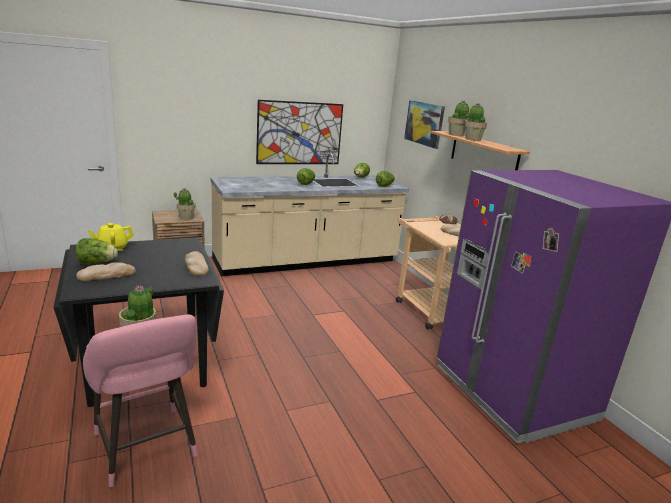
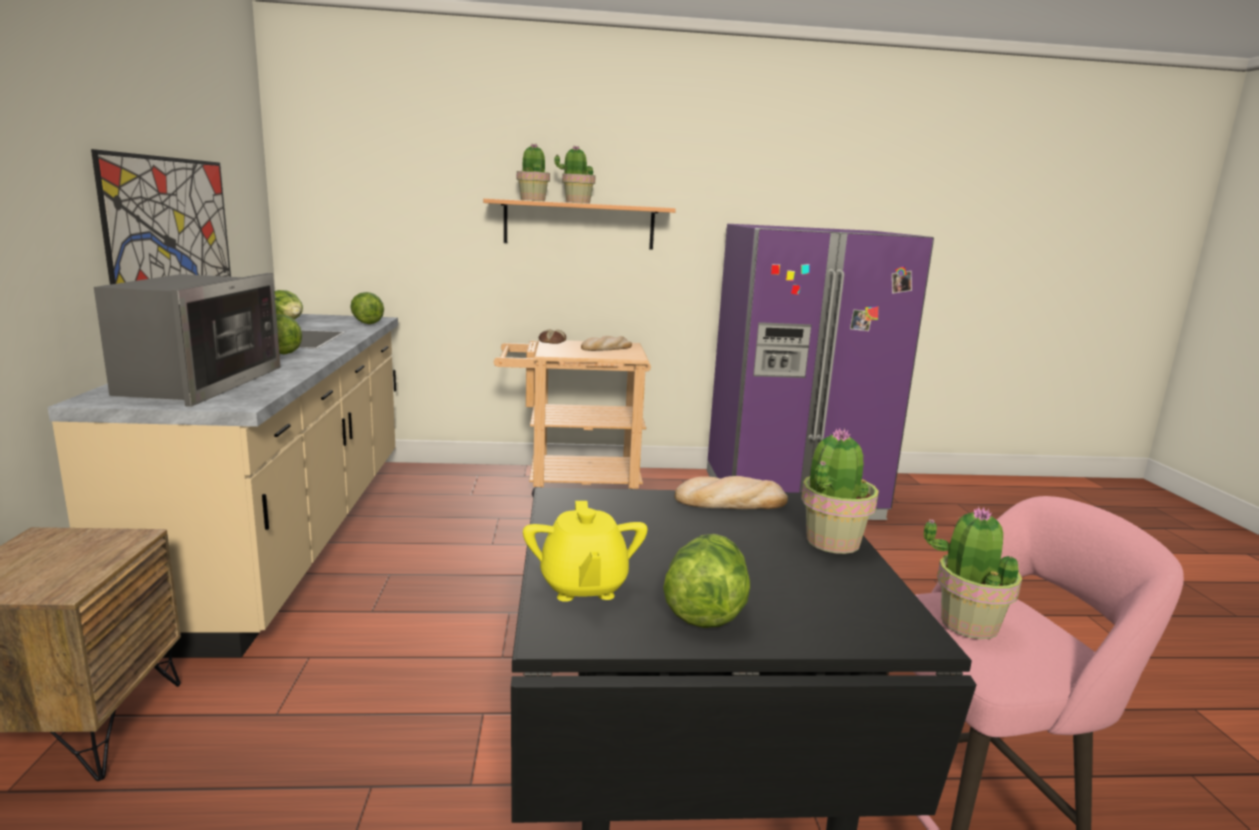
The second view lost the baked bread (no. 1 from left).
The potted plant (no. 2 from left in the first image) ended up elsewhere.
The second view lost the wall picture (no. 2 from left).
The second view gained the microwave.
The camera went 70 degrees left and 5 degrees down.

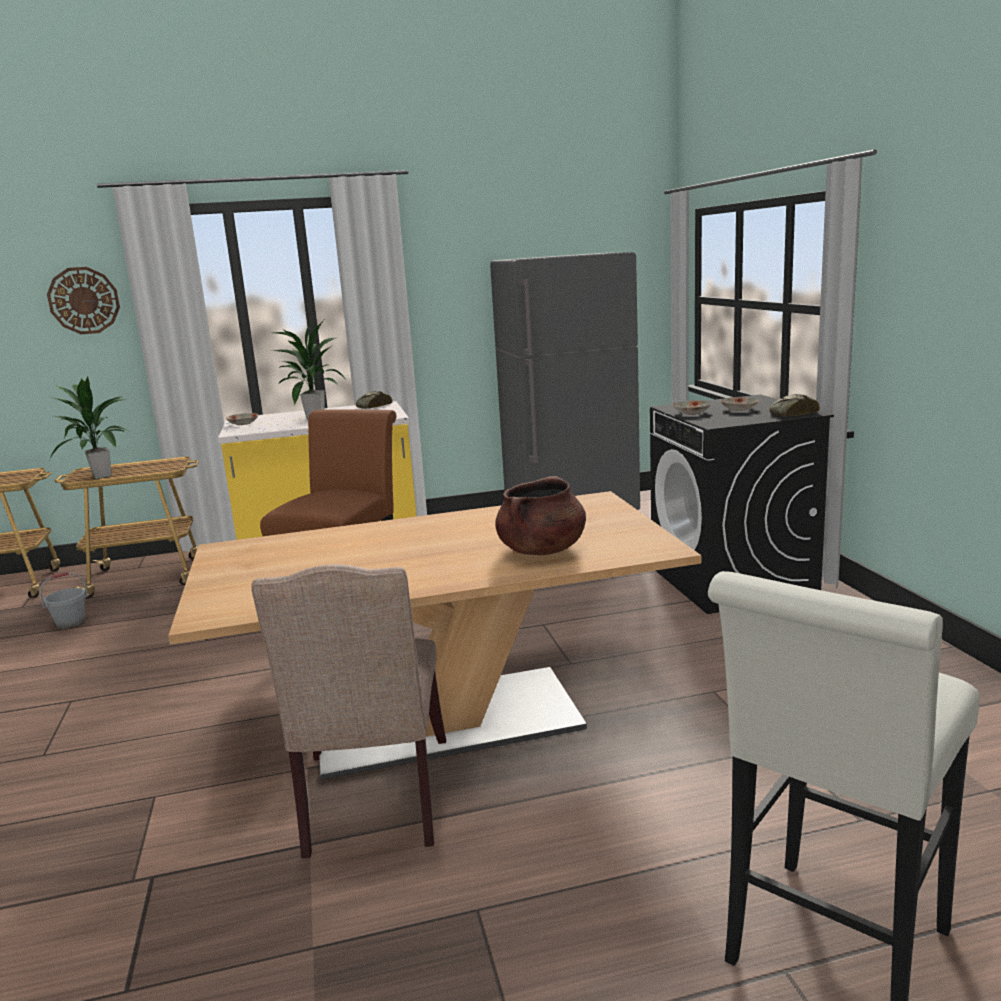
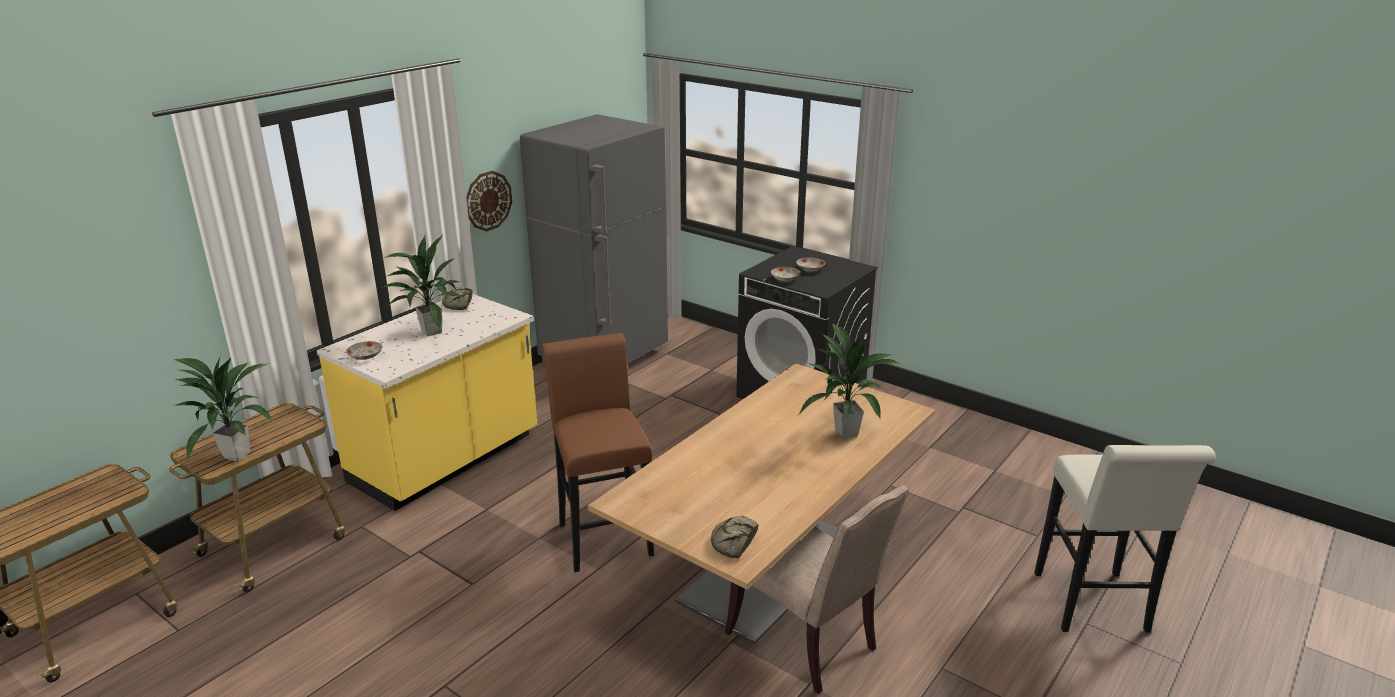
The second view lost the pail (gray).
The clock on the wall ended up elsewhere.
Where the saucepot (brownish) stood, the potted plant (no. 3 from left) came to stand.
The baked bread (no. 2 from left) ended up elsewhere.
The camera went 40 degrees left and 10 degrees up.

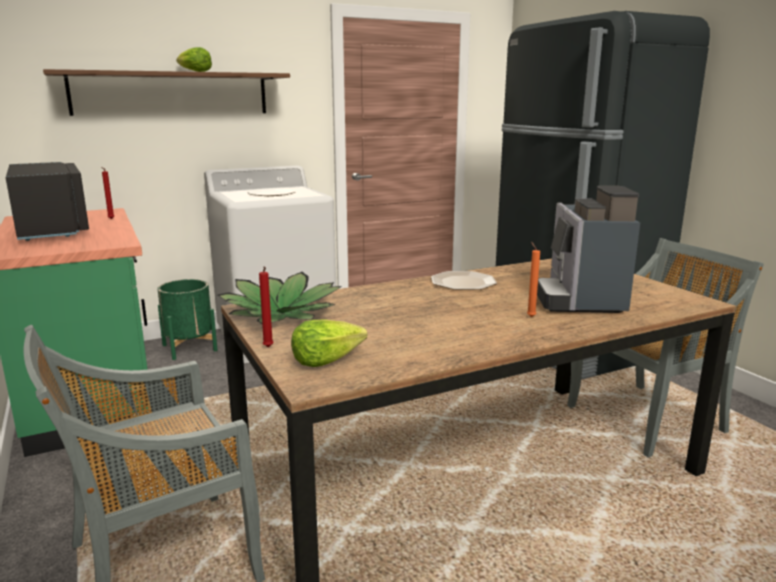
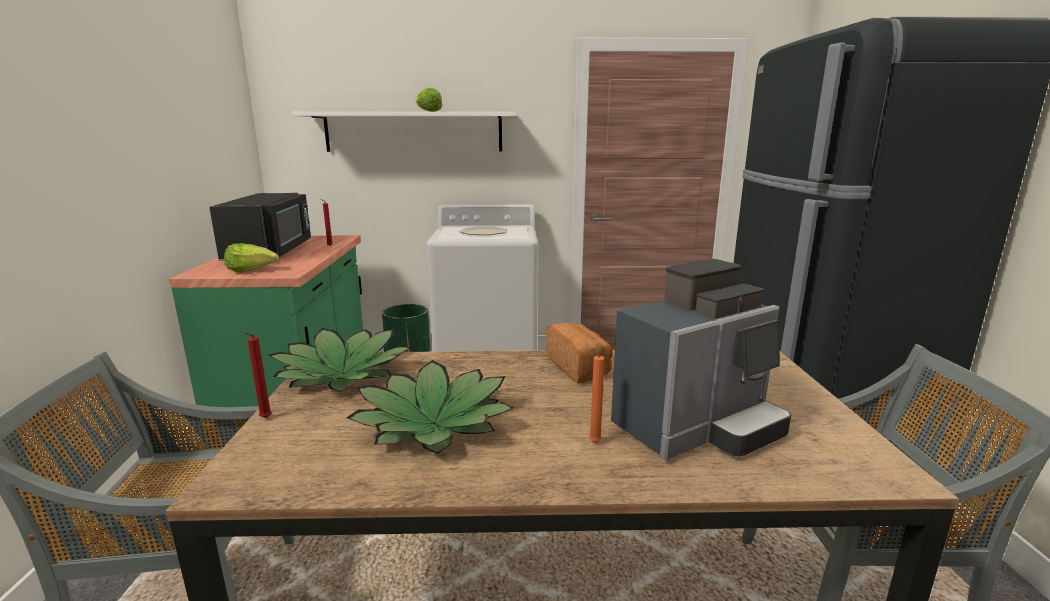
What was the shelf (brownish) turned into the shelf (white).
The head of lettuce (no. 2 from left in the first image) ended up elsewhere.
Where the dinner plate (no. 2 from left) stood, the baked bread came to stand.
The coffee maker ended up facing another way, 150 degrees counterclockwise from before.
The second view gained the potted plant (no. 2 from left).
The camera went 25 degrees right and 0 degrees up.

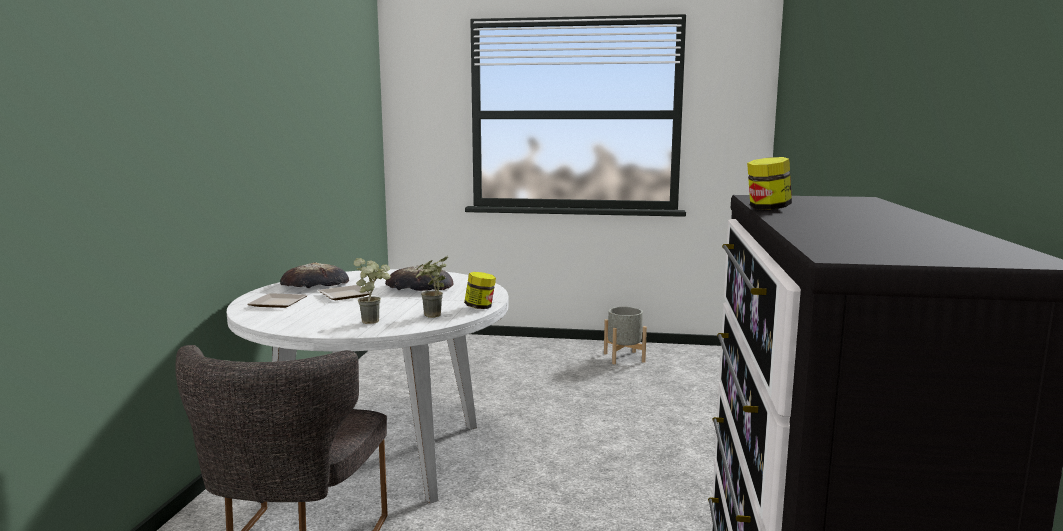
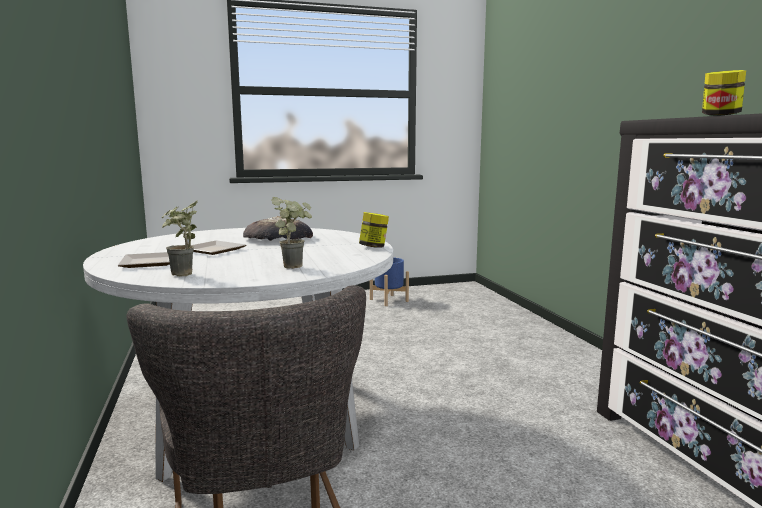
The second view lost the baked bread (no. 1 from left).
The potted plant (no. 2 from left in the first image) ended up elsewhere.
What was the planter (gray) turned into the planter (bluish).
The camera went 25 degrees left and 0 degrees up.

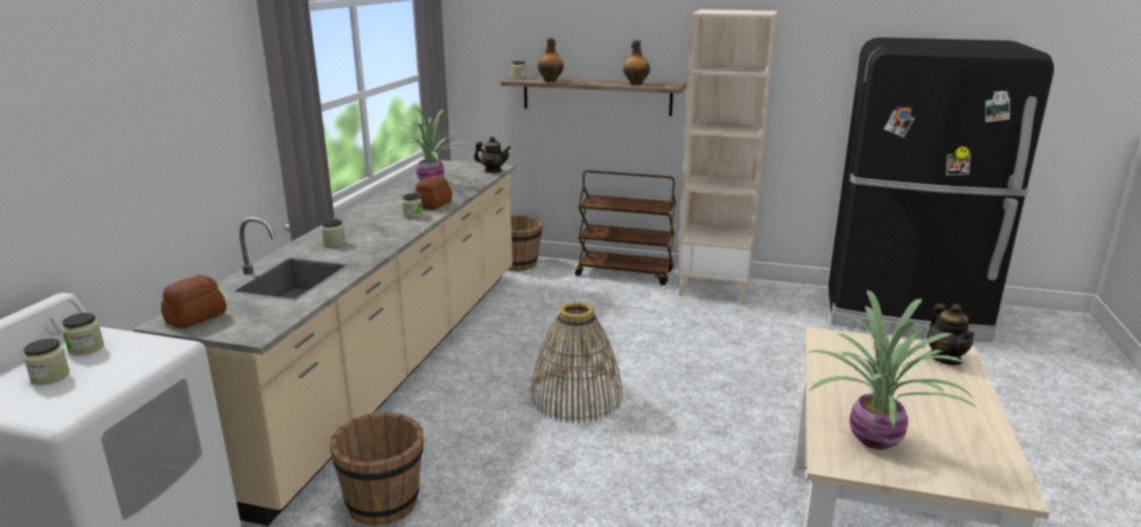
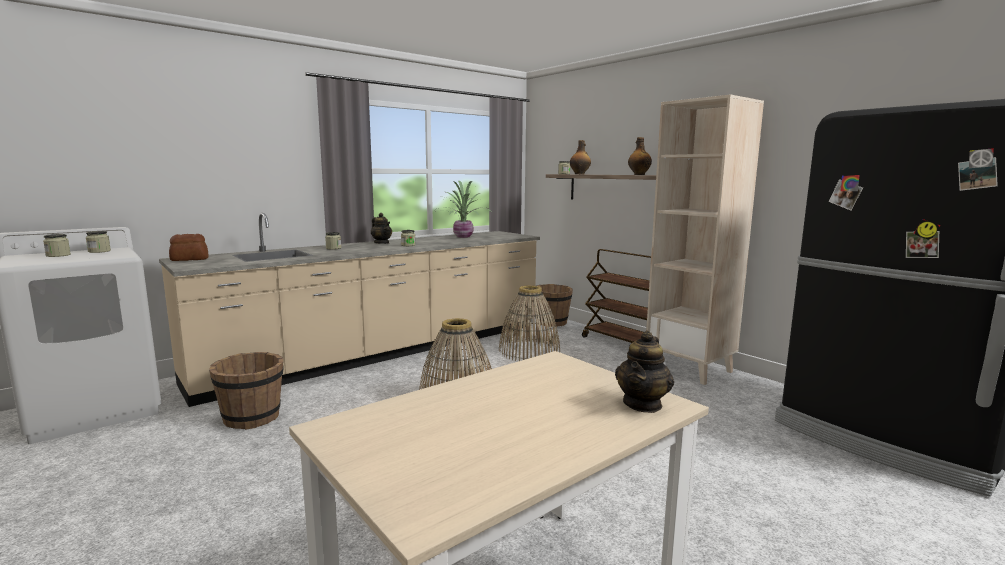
The second view lost the baked bread (no. 2 from left).
The pot for tea (no. 1 from left) ended up elsewhere.
The second view lost the potted plant (no. 2 from left).
The second view gained the household basket (no. 2 from left).
The camera went 35 degrees right and 10 degrees down.

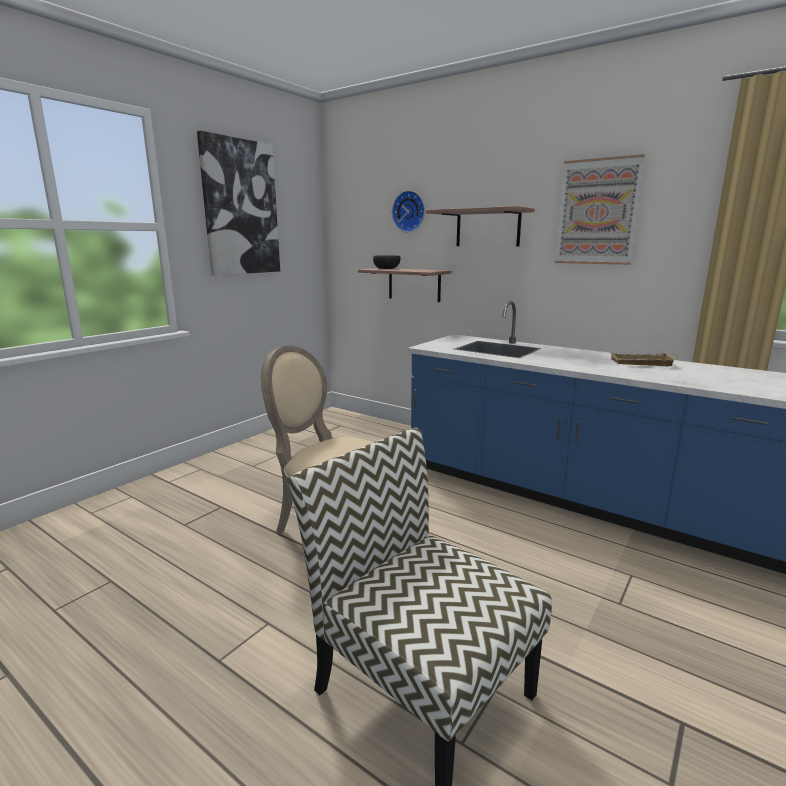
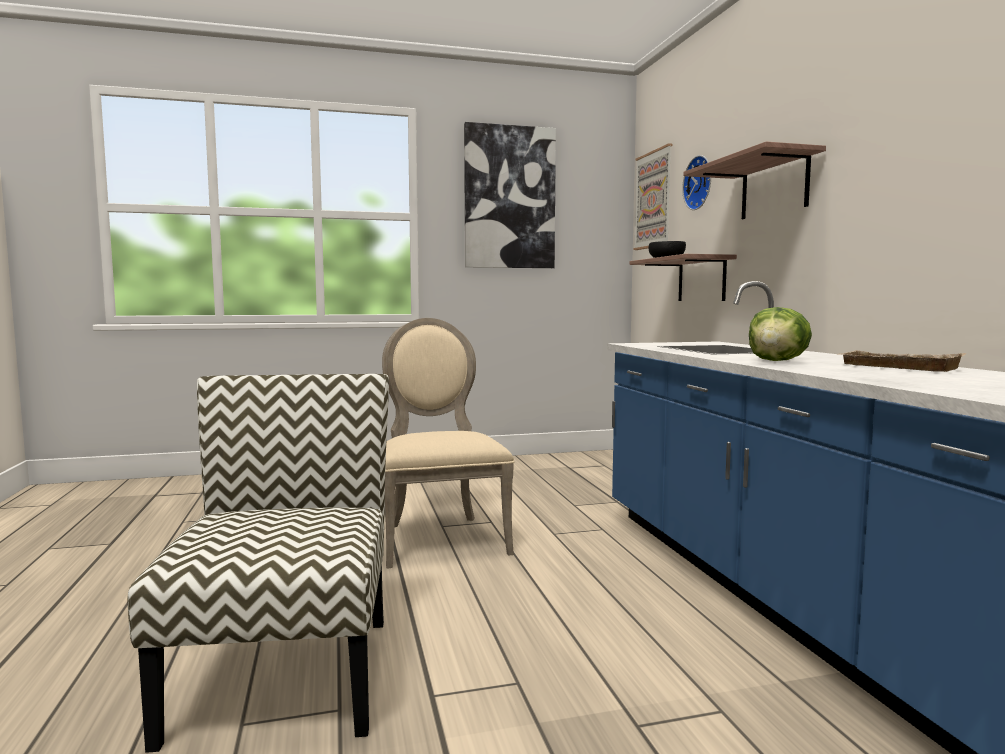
The wall picture (no. 2 from left) ended up elsewhere.
The second view gained the head of lettuce.
The camera went 40 degrees right and 10 degrees down.

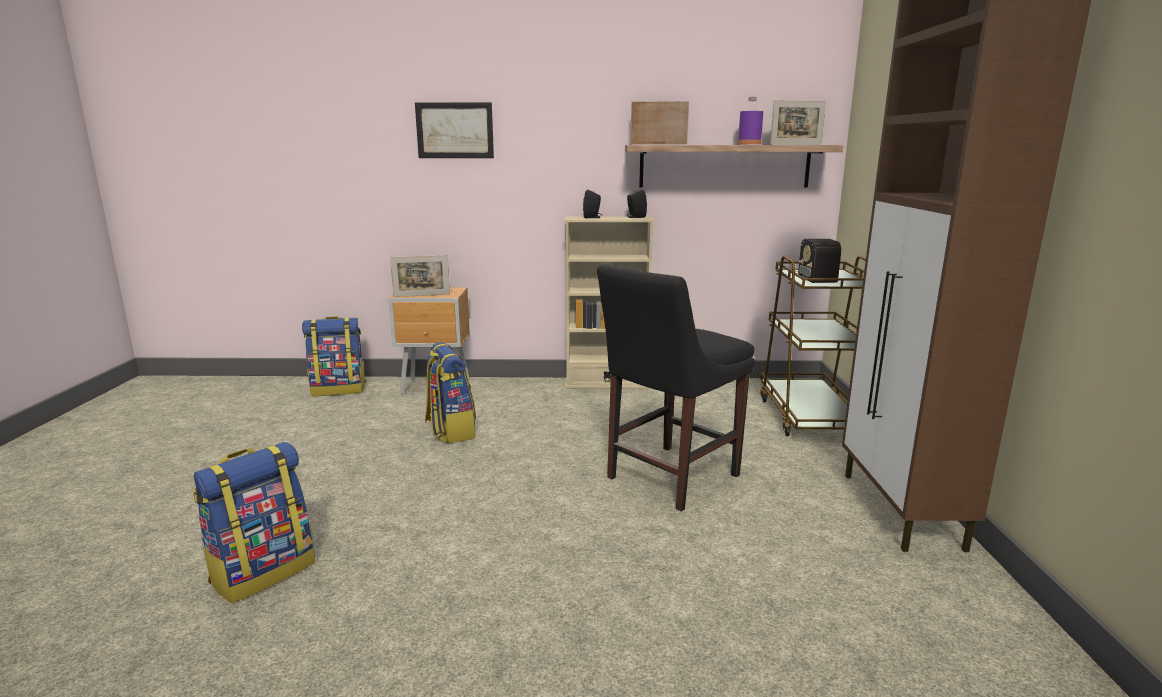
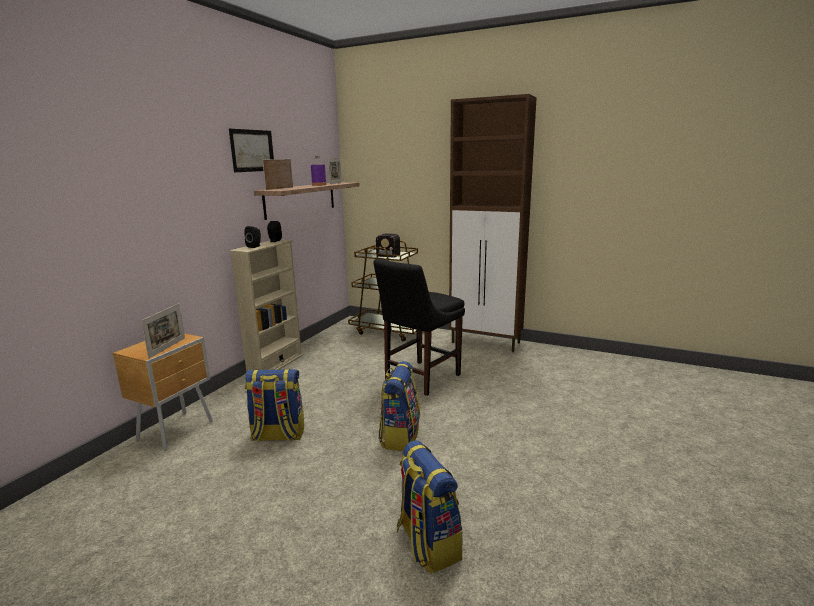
The rucksack (no. 2 from left) ended up elsewhere.
The wall picture ended up elsewhere.
The chair (black) ended up facing another way, 60 degrees clockwise from before.
The camera went 65 degrees left and 0 degrees up.

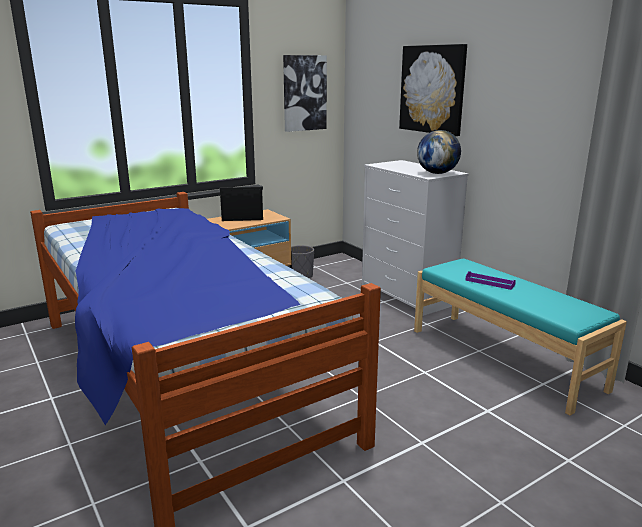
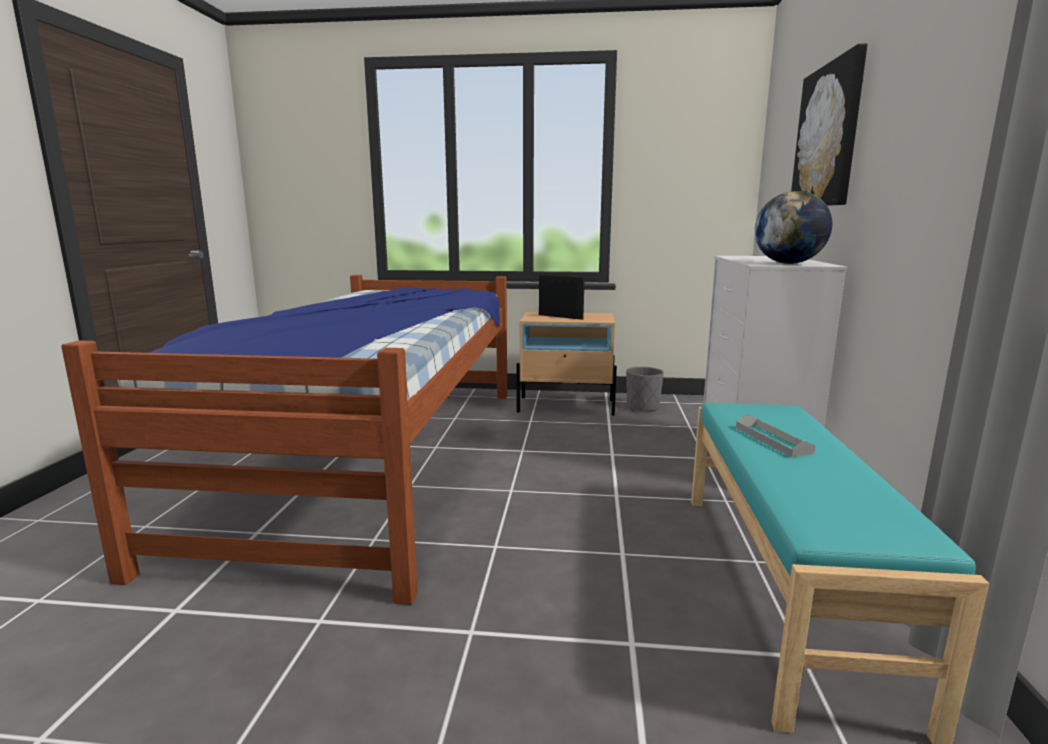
The second view lost the wall picture (no. 1 from left).
What was the serving tray (purple-coloured) turned into the serving tray (gray).
The camera went 40 degrees right and 5 degrees down.

